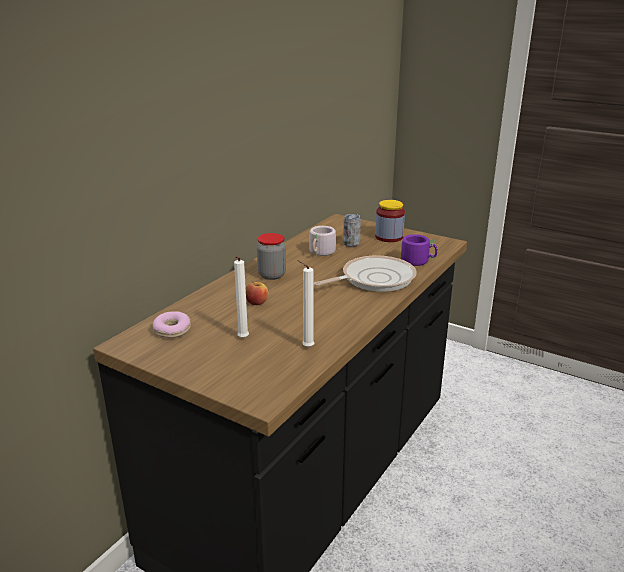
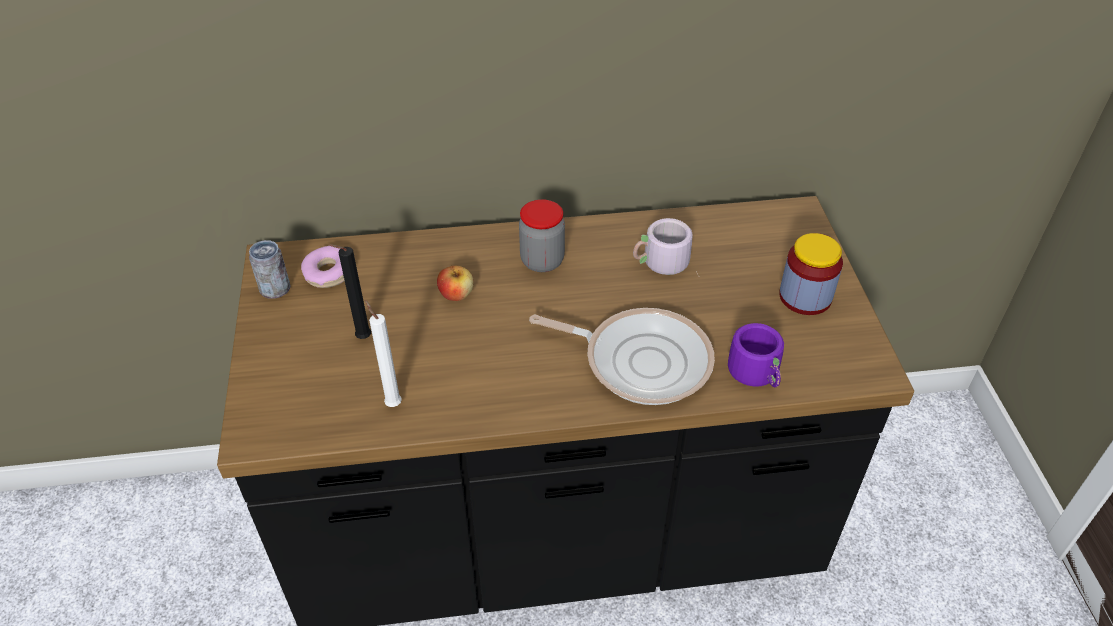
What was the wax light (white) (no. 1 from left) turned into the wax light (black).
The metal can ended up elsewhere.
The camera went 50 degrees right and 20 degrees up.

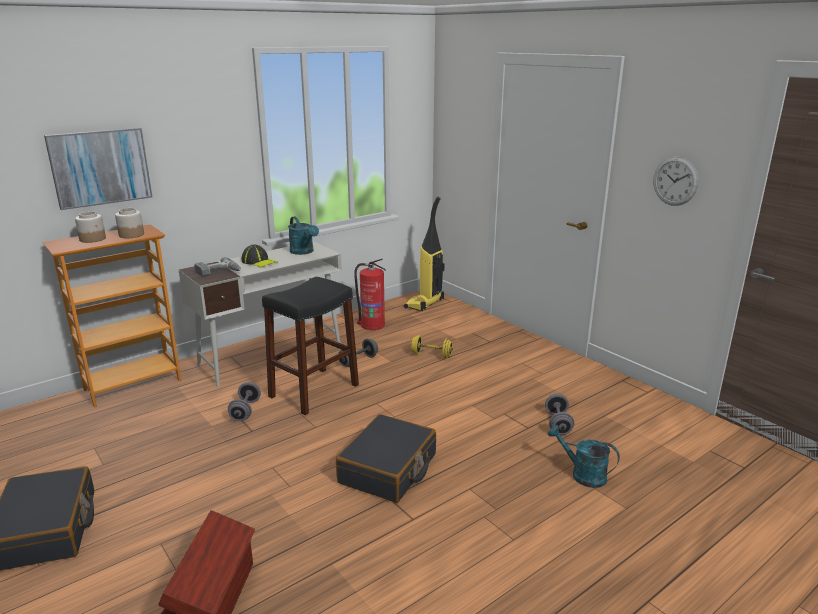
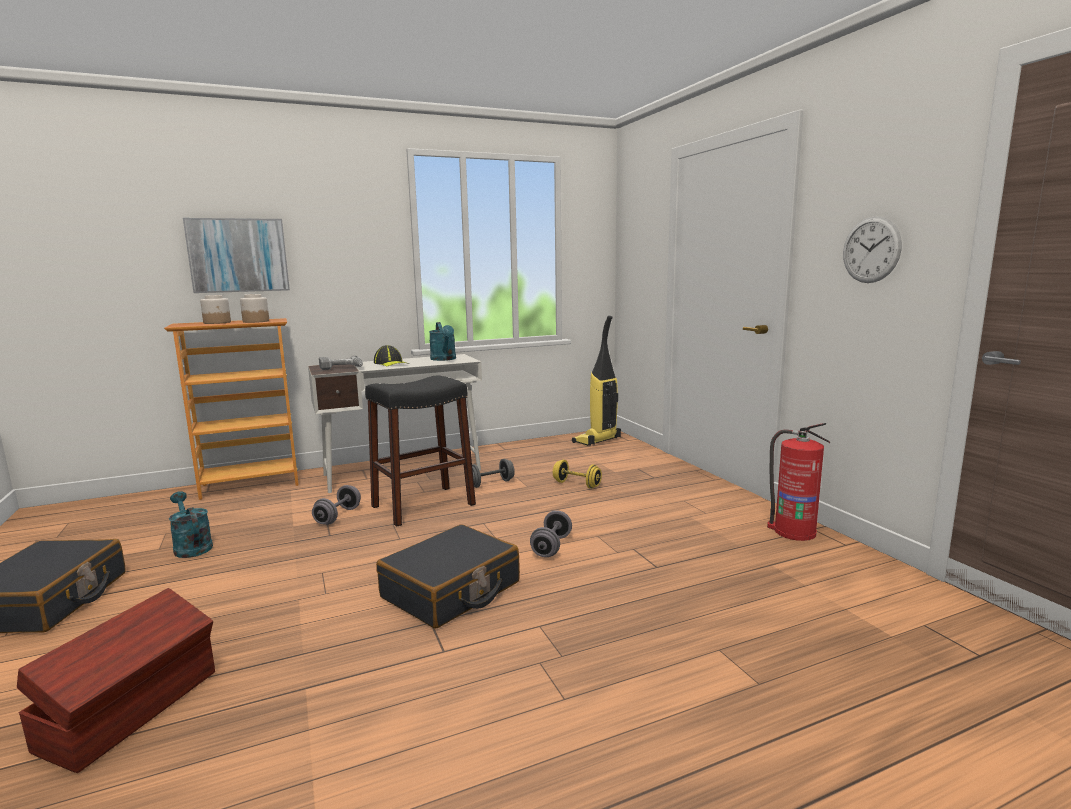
The fire-fighting cylinder ended up elsewhere.
The dumbbell (gray) (no. 3 from left) ended up elsewhere.
The sprinkling can (blue-green) (no. 2 from left in the first image) ended up elsewhere.
The camera went 15 degrees right and 10 degrees down.

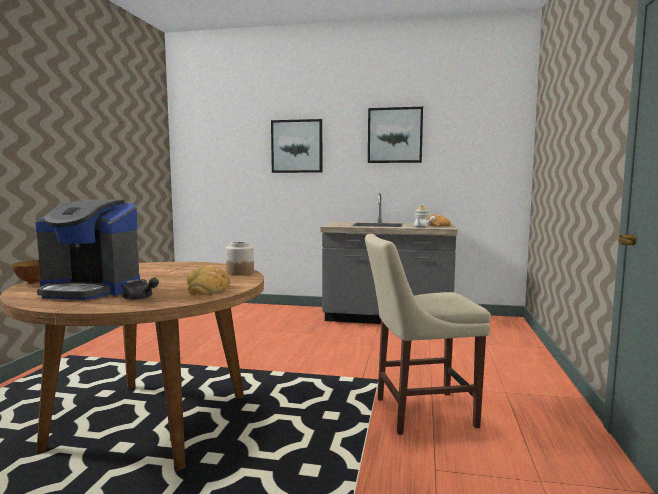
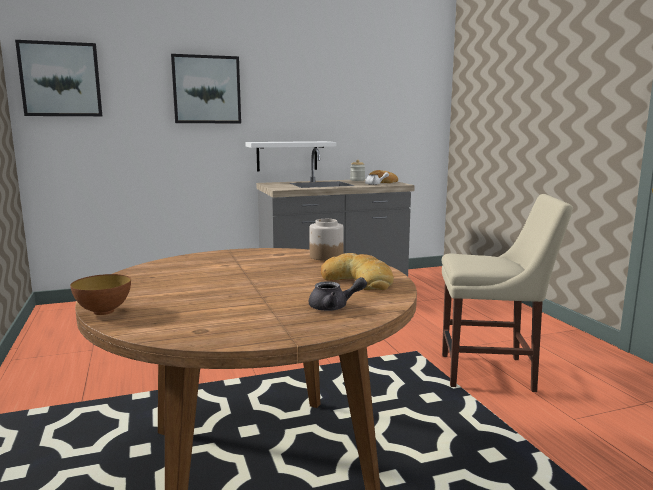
The second view lost the coffee maker.
The chair (beige) ended up facing another way, 135 degrees counterclockwise from before.
The wall picture (no. 2 from left in the first image) ended up elsewhere.
The second view gained the shelf (white).
The camera went 30 degrees left and 5 degrees up.

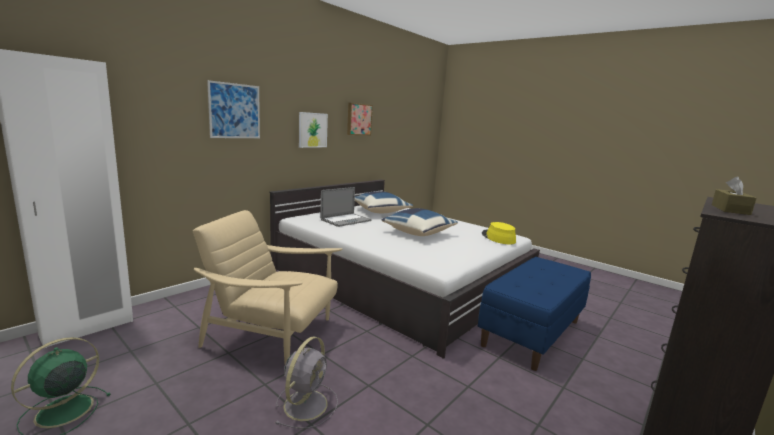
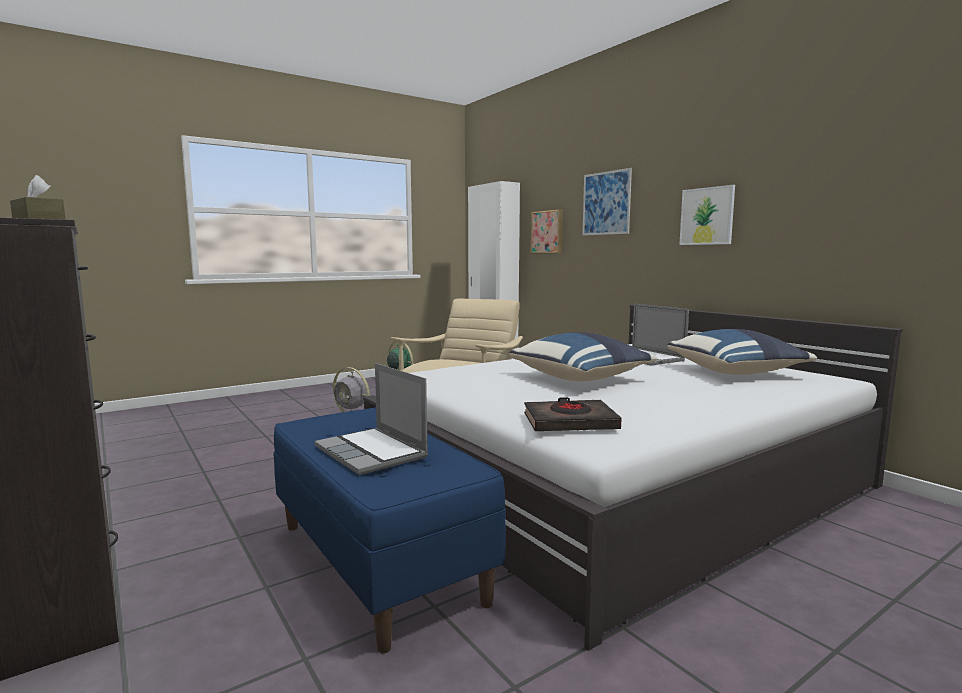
The wall picture (no. 3 from left in the first image) ended up elsewhere.
Where the clothing hat (yellow) stood, the book (black) came to stand.
The second view gained the notebook computer (no. 1 from left).
The camera went 105 degrees right and 5 degrees down.

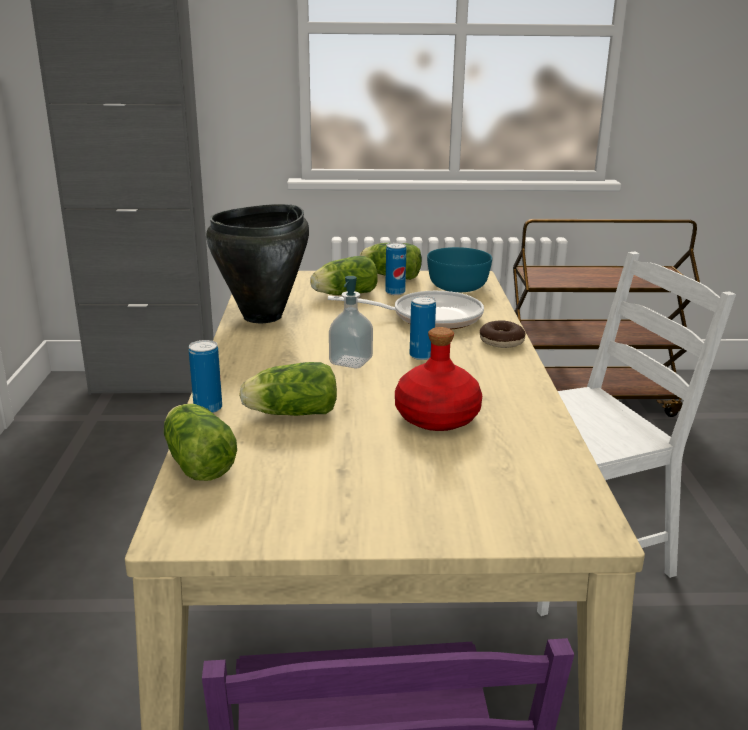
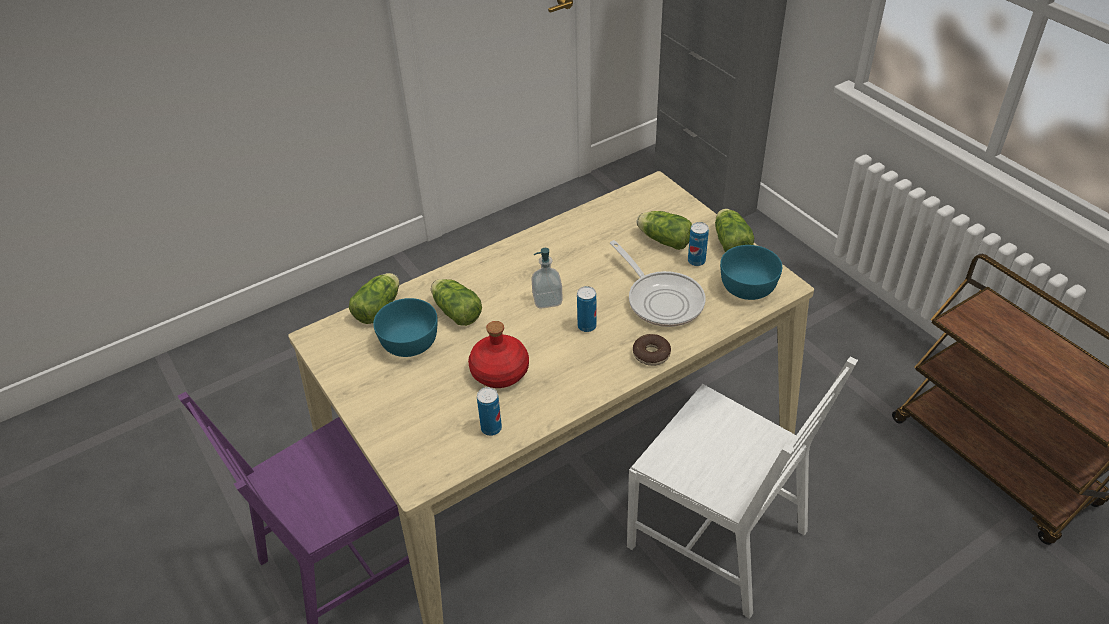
The metal can (no. 1 from left) ended up elsewhere.
The second view lost the saucepot (black).
The second view gained the deep dish (blue-green) (no. 1 from left).
The camera went 60 degrees right and 20 degrees up.

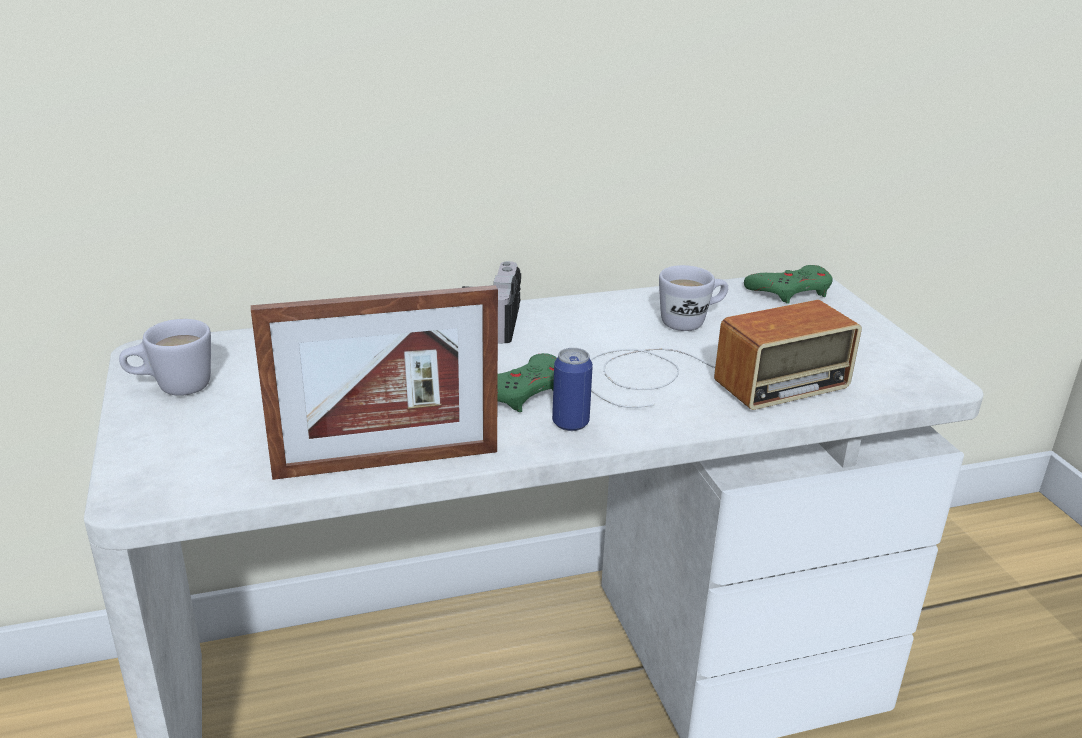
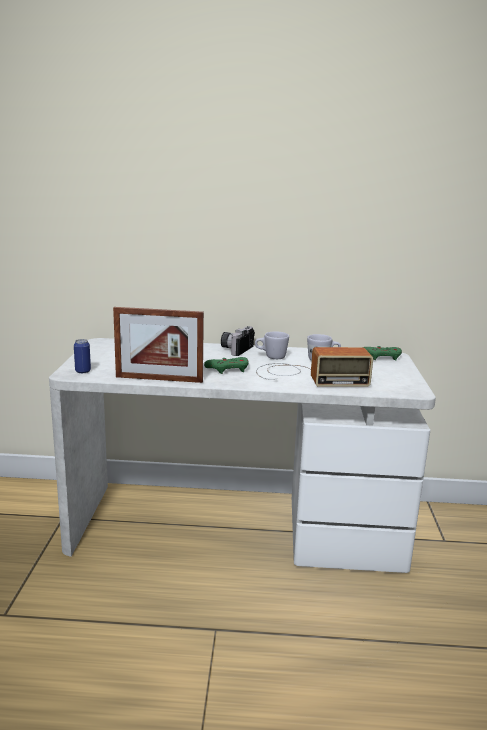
The coffee mug (white) (no. 1 from left) ended up elsewhere.
The metal can ended up elsewhere.
The camera went 20 degrees right and 10 degrees down.

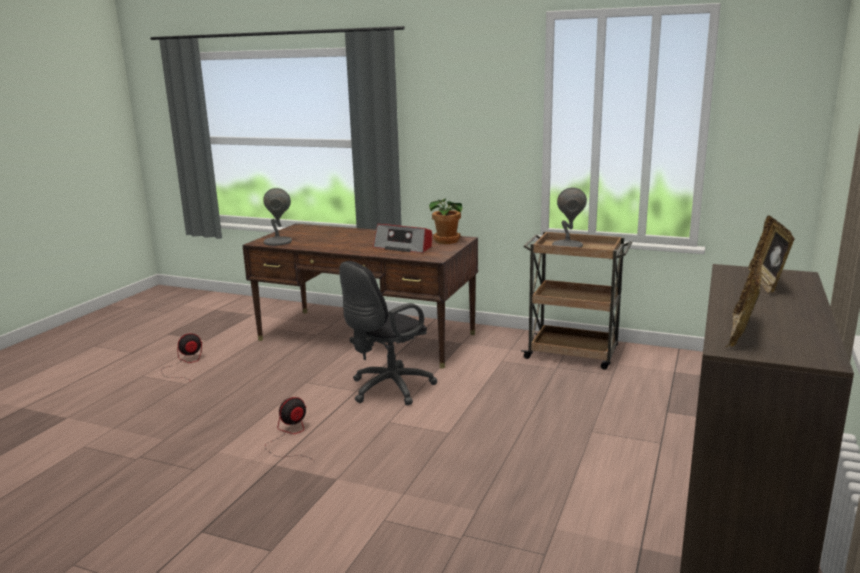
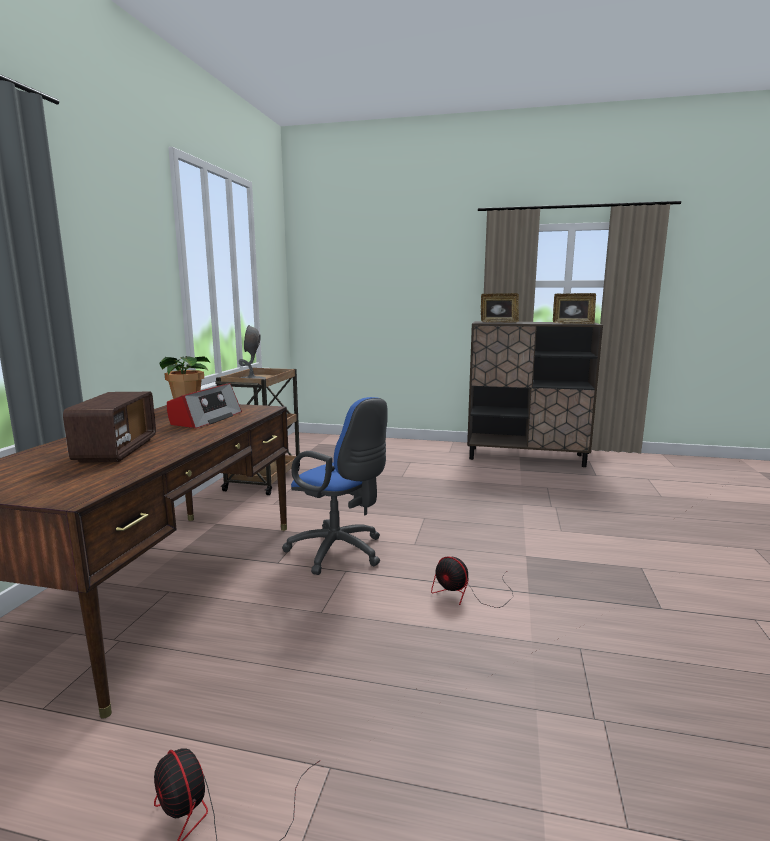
The second view lost the tabletop lamp (gray) (no. 1 from left).
What was the desk chair (black) turned into the desk chair (bluish).
The second view gained the radio receiver (no. 1 from left).
The camera went 100 degrees left and 5 degrees down.

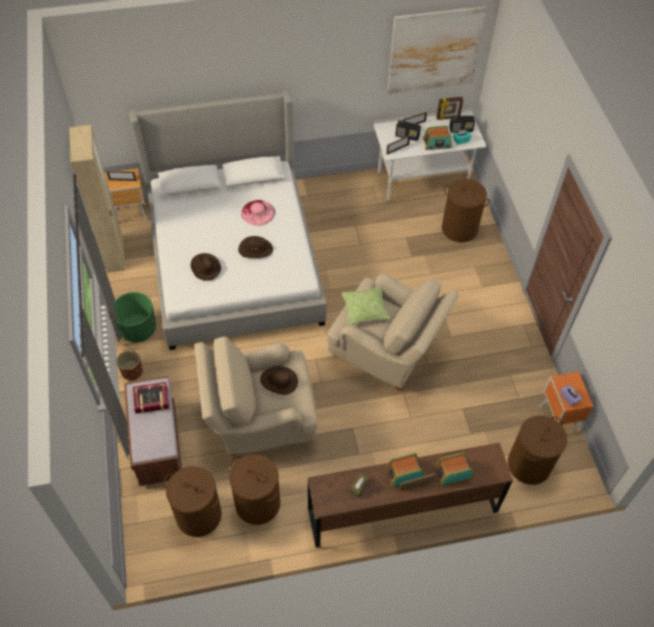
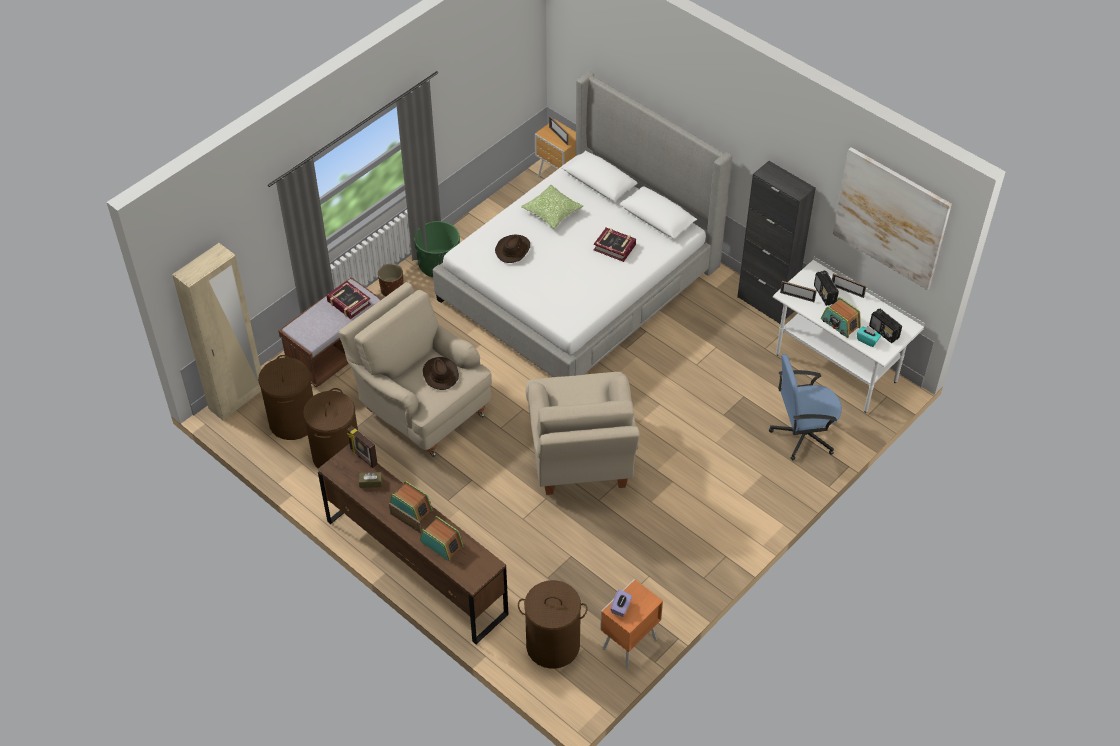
The armoire (beige) ended up elsewhere.
The second view lost the clothing hat (brownish) (no. 2 from left).
Where the clothing hat (pink-coloured) stood, the book (no. 2 from left) came to stand.
The cushion ended up elsewhere.
The standing frame (no. 5 from left in the first image) ended up elsewhere.
Where the hamper (brownish) (no. 3 from left) stood, the desk chair (bluish) came to stand.
The second view gained the storage cabinet (black).
The camera went 55 degrees right and 5 degrees down.

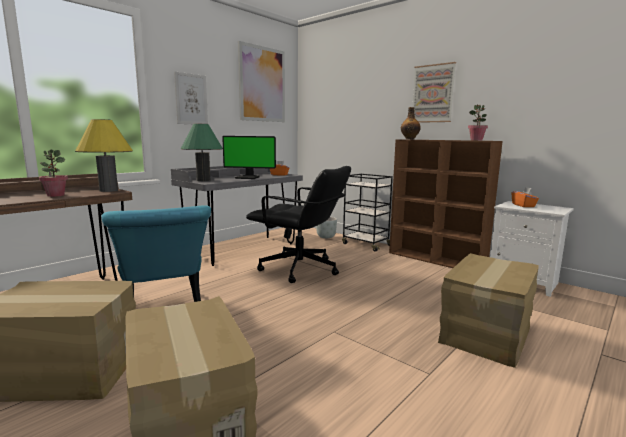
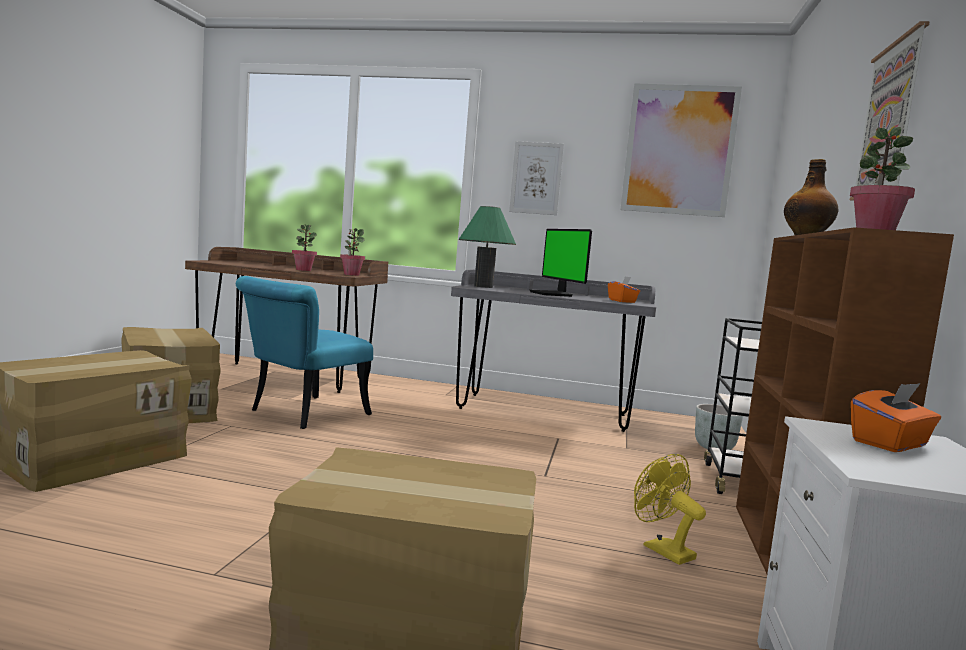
Where the tabletop lamp (yellow) stood, the potted plant (no. 2 from left) came to stand.
The second view lost the desk chair (black).
The second view gained the fan (yellow).
The camera went 60 degrees right and 5 degrees down.

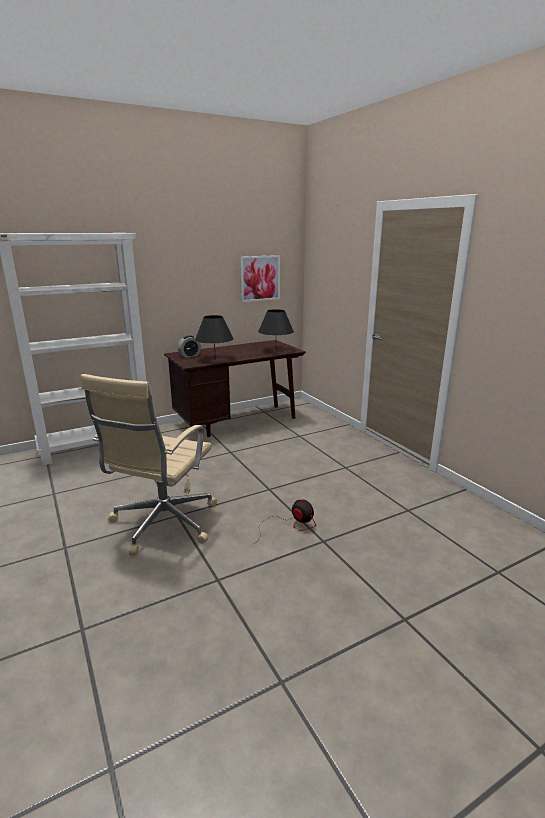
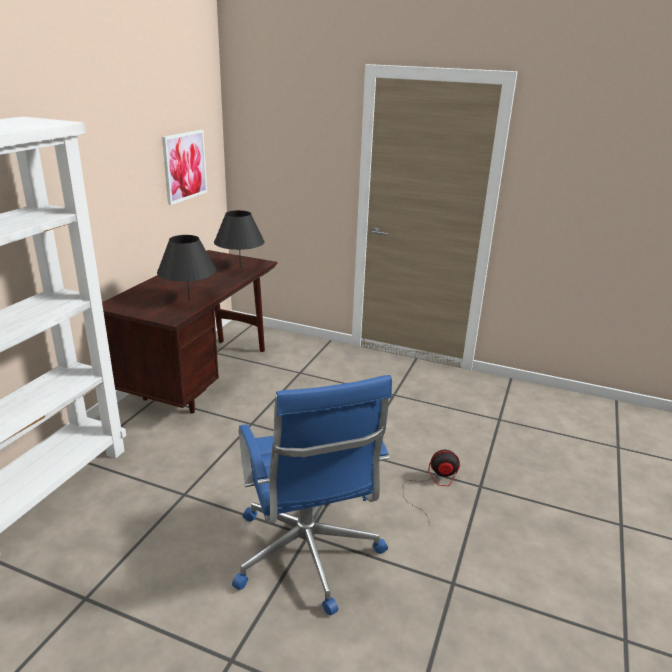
What was the desk chair (beige) turned into the desk chair (bluish).
The second view lost the alarm clock.
The camera went 40 degrees left and 5 degrees up.

